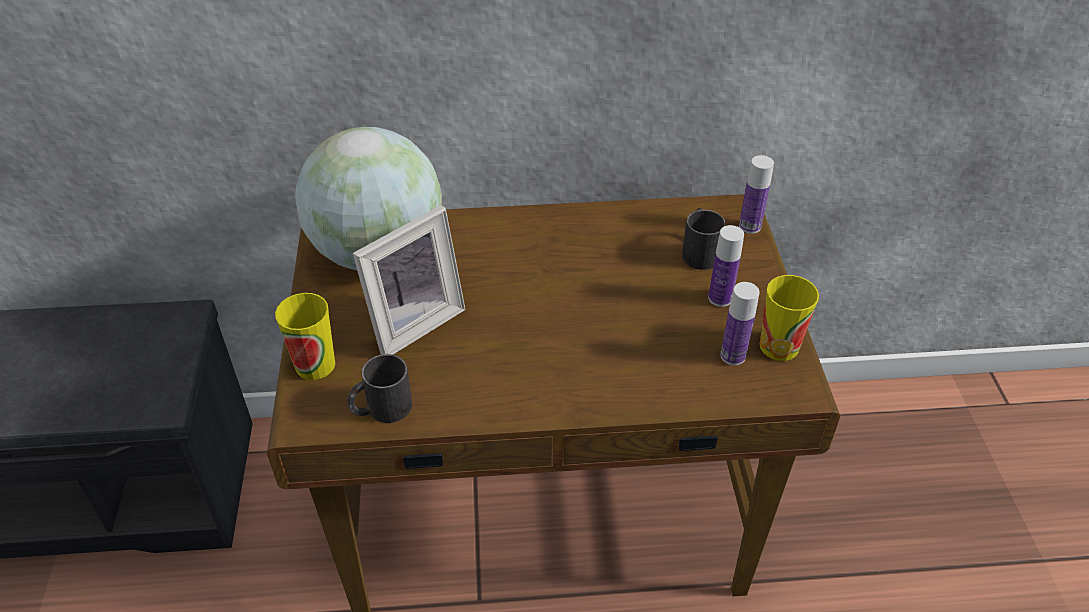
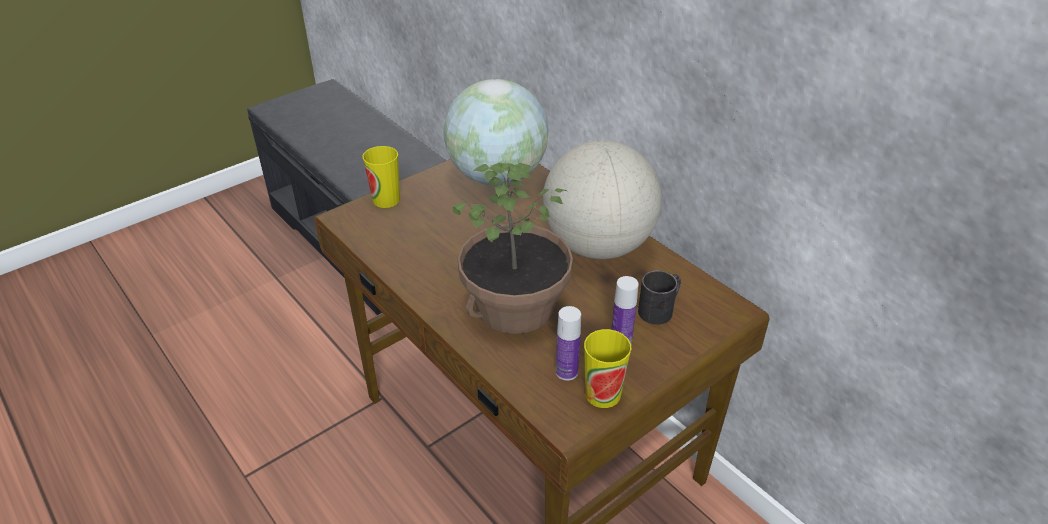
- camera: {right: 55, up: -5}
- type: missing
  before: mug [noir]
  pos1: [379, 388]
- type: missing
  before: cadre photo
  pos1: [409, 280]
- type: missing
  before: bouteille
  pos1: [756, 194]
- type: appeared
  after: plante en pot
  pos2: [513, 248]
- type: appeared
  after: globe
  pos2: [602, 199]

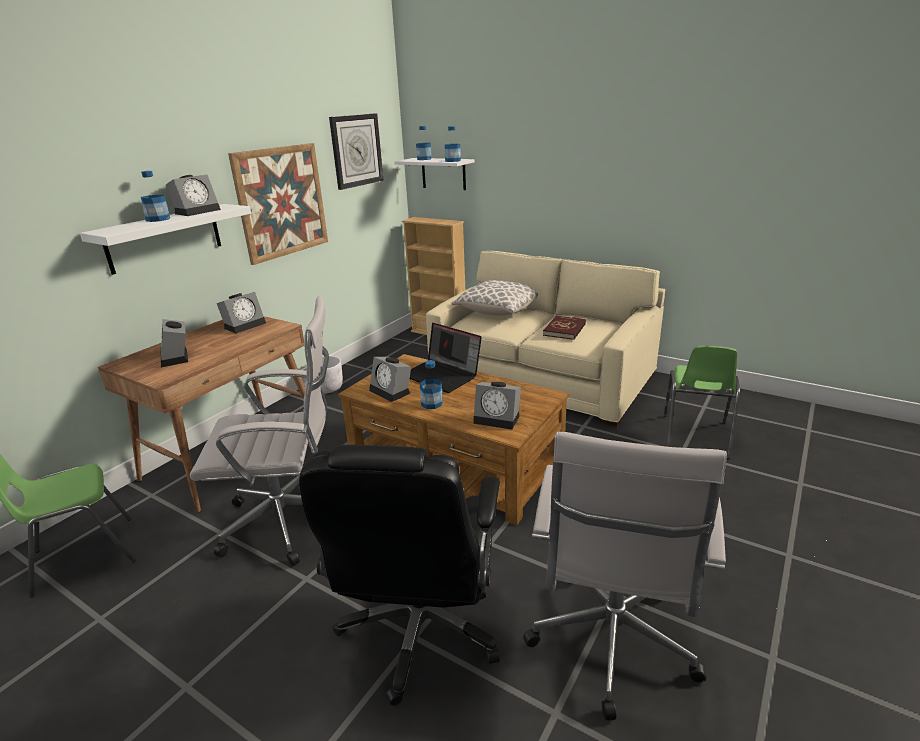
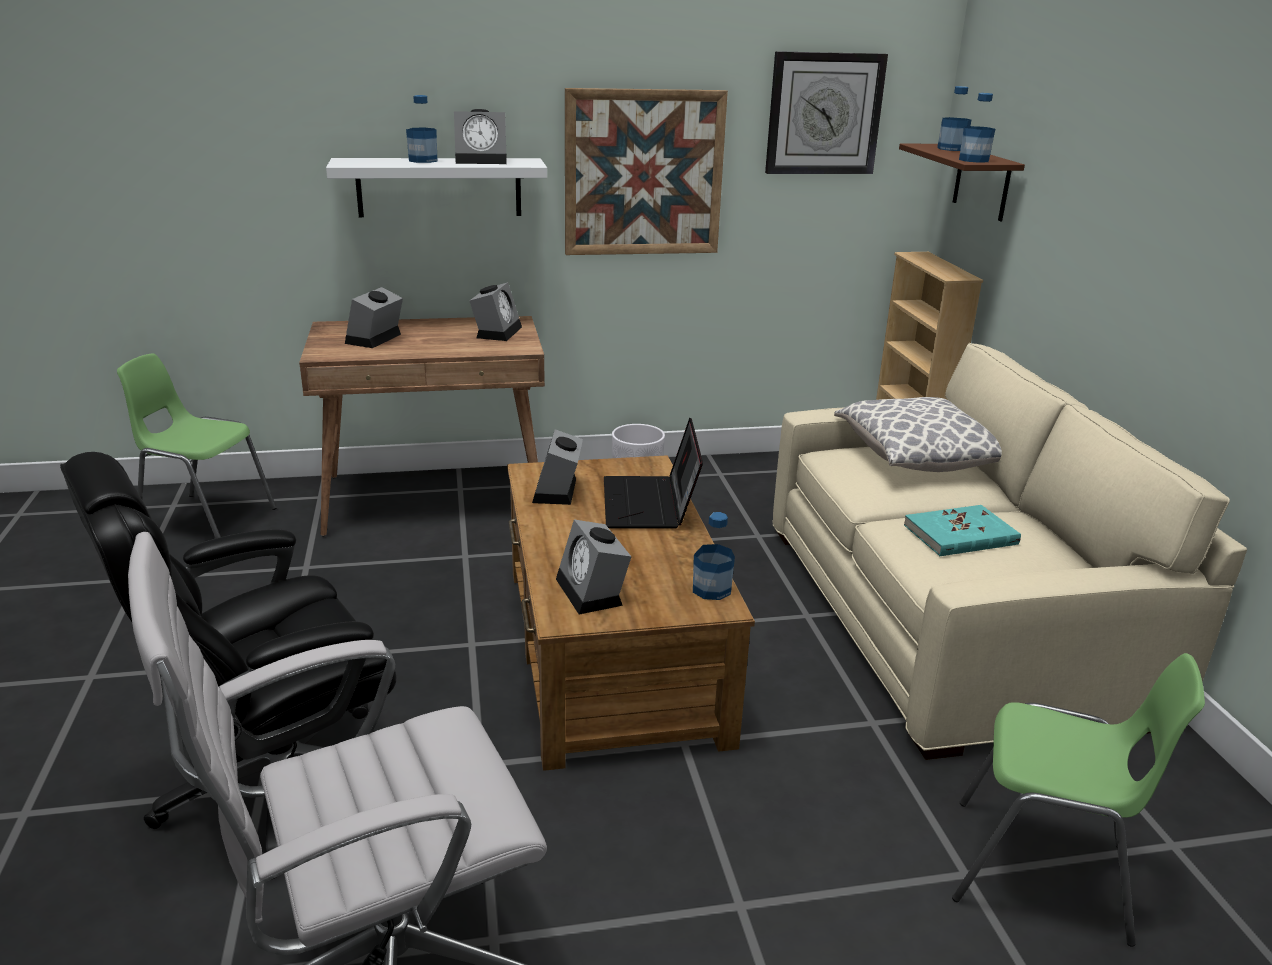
- camera: {right: 45, up: 0}
- type: missing
  before: chaise de bureau [blanc]
  pos1: [259, 431]
- type: spun
  before: réveil
  pos1: [241, 313]
  pos2: [495, 311]
  turn: -75
- type: colour
  before: étagère [blanc]
  after: étagère [marron]
  pos1: [434, 174]
  pos2: [962, 182]
- type: relocated
  before: bouteille
  pos1: [431, 384]
  pos2: [714, 556]
- type: colour
  before: livre [rouge]
  after: livre [turquoise]
  pos1: [564, 328]
  pos2: [962, 530]
- type: spun
  before: chaise [vert]
  pos1: [701, 402]
  pos2: [1078, 800]
  turn: -135

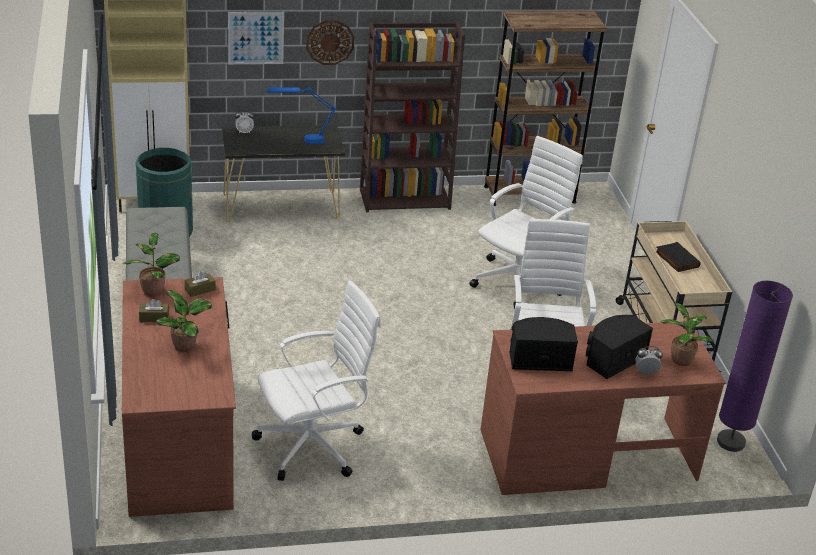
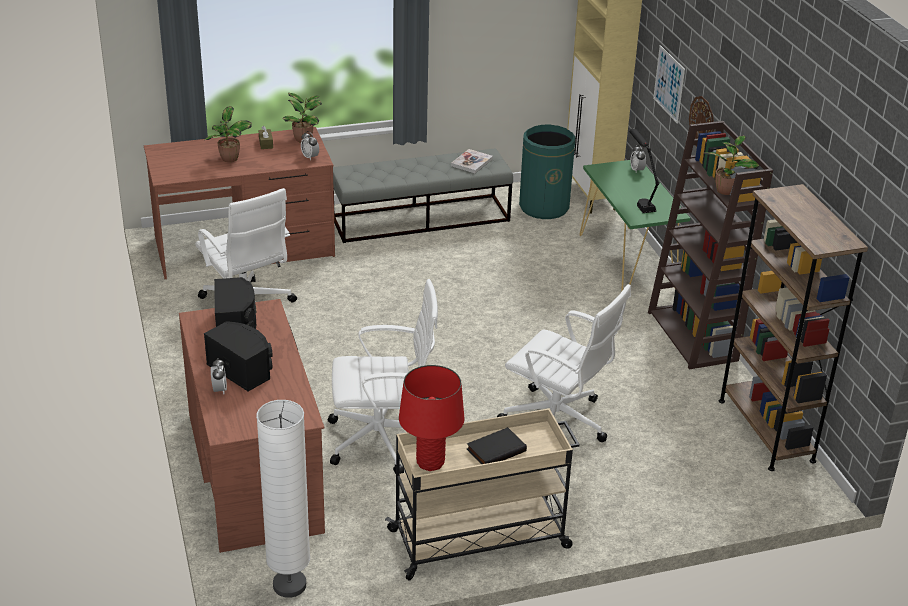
- camera: {right: 85, up: 0}
- type: exchanged
  before: boîte à mouchoirs [marron]
  after: réveil
  pos1: [200, 284]
  pos2: [310, 145]
- type: colour
  before: table console [noir]
  after: table console [vert]
  pos1: [283, 173]
  pos2: [635, 226]
- type: colour
  before: lampe de table [bleu]
  after: lampe de table [noir]
  pos1: [301, 115]
  pos2: [644, 171]
- type: relocated
  before: plante en pot
  pos1: [687, 334]
  pos2: [731, 165]
- type: colour
  before: lampadaire [violet]
  after: lampadaire [blanc]
  pos1: [755, 366]
  pos2: [283, 499]
- type: appeared
  after: lampe de table [rouge]
  pos2: [432, 418]
- type: appeared
  after: livre
  pos2: [472, 161]

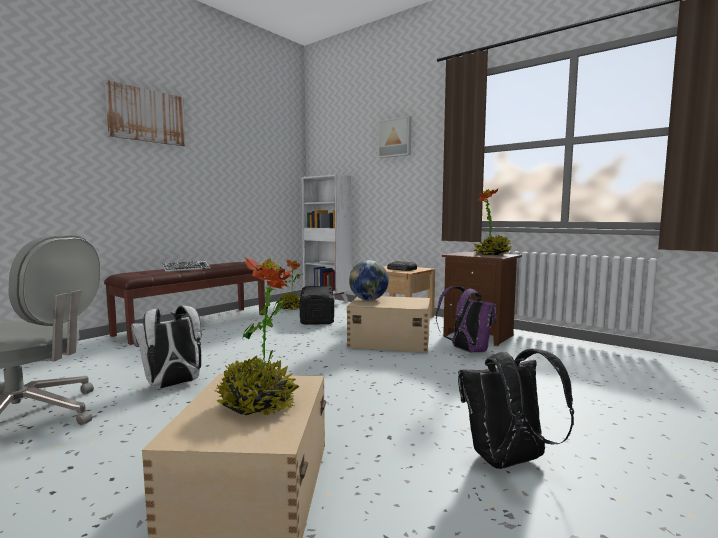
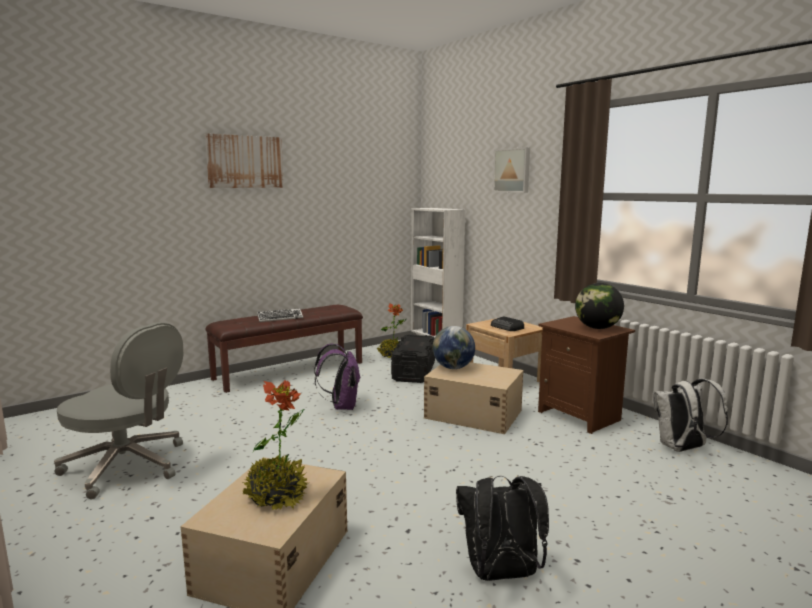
- camera: {right: 15, up: 5}
- type: relocated
  before: sac à dos [blanc]
  pos1: [166, 347]
  pos2: [690, 415]
- type: relocated
  before: sac à dos [violet]
  pos1: [466, 319]
  pos2: [337, 376]
- type: exchanged
  before: plante en pot
  after: globe
  pos1: [492, 221]
  pos2: [599, 306]

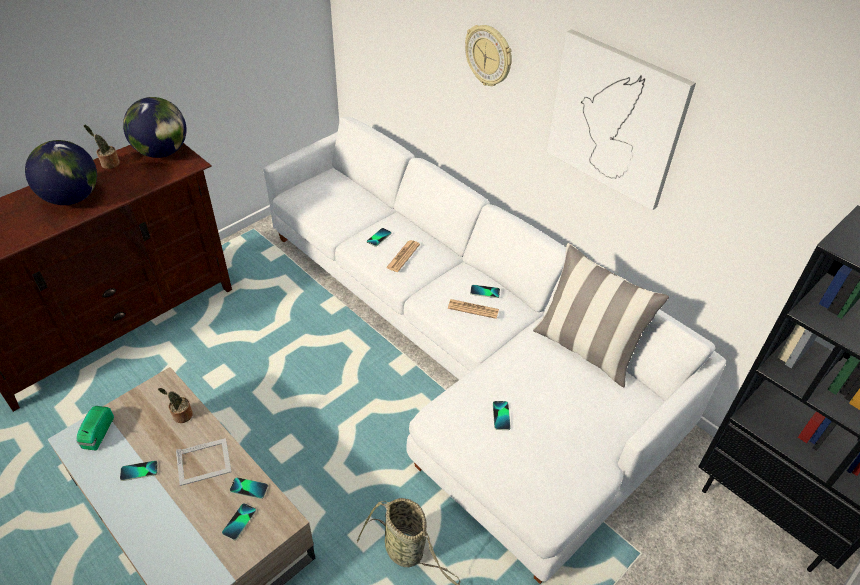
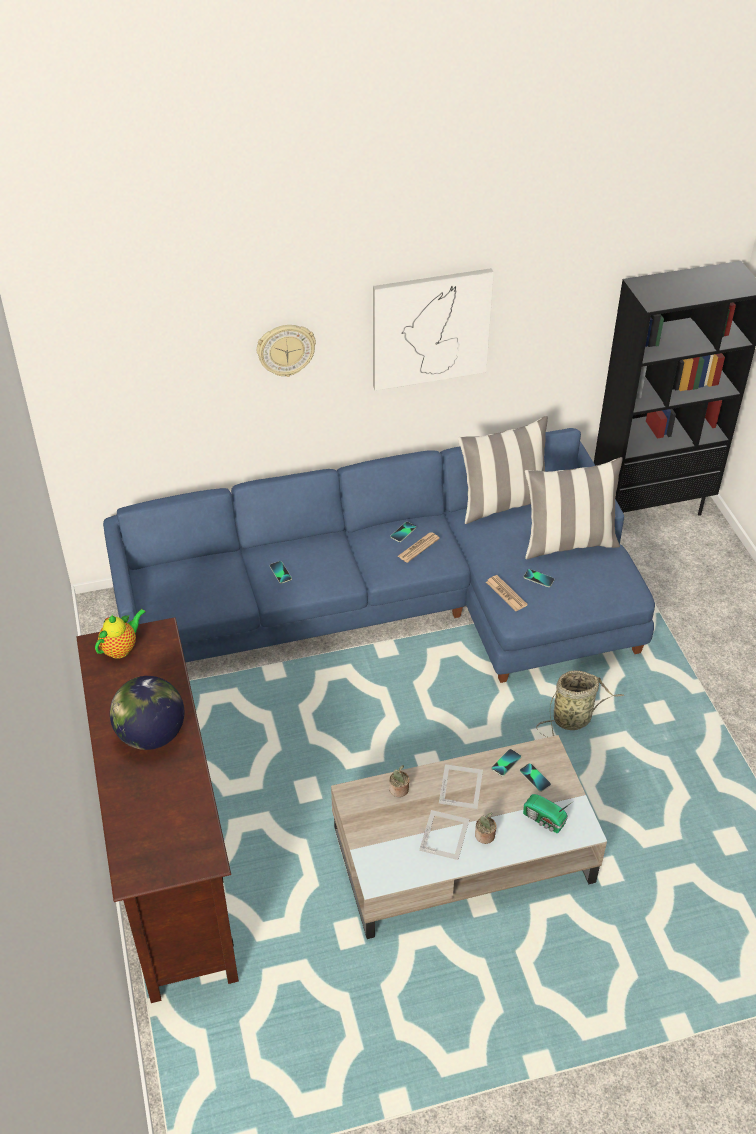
- camera: {right: -60, up: 0}
- type: relocated
  before: radio
  pos1: [95, 428]
  pos2: [547, 813]
- type: relocated
  before: plante en pot
  pos1: [102, 147]
  pos2: [486, 828]
- type: exchanged
  before: téléphone
  after: cadre photo
  pos1: [139, 470]
  pos2: [444, 835]
- type: exchanged
  before: globe
  after: théière
  pos1: [155, 127]
  pos2: [120, 634]
- type: colour
  before: canapé [blanc]
  after: canapé [bleu]
  pos1: [494, 350]
  pos2: [379, 555]
- type: relocated
  before: journal
  pos1: [403, 256]
  pos2: [507, 593]
- type: appeared
  after: coussin
  pos2: [574, 508]

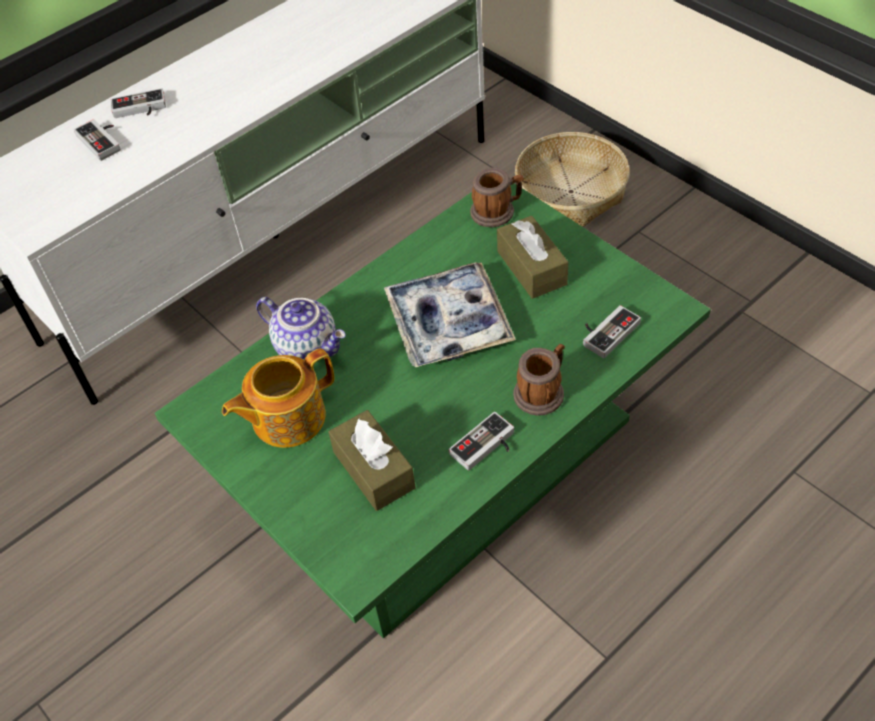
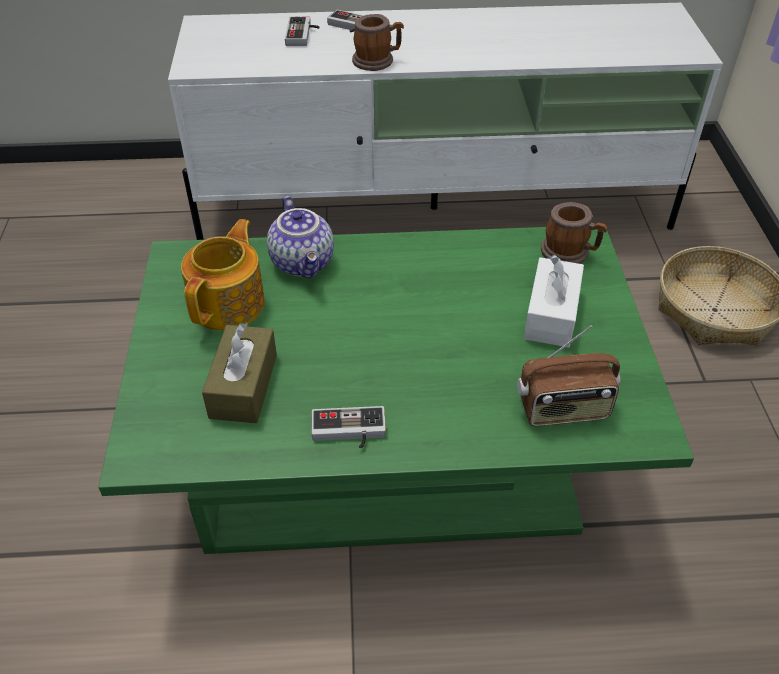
- camera: {right: 35, up: -5}
- type: spun
  before: théière
  pos1: [278, 398]
  pos2: [223, 274]
  turn: 105
- type: missing
  before: plateau
  pos1: [450, 314]
- type: colour
  before: boîte à mouchoirs [marron]
  after: boîte à mouchoirs [blanc]
  pos1: [532, 257]
  pos2: [553, 301]
- type: relocated
  before: mug
  pos1: [539, 380]
  pos2: [378, 42]
- type: exchanged
  before: manette
  after: radio
  pos1: [612, 331]
  pos2: [568, 375]

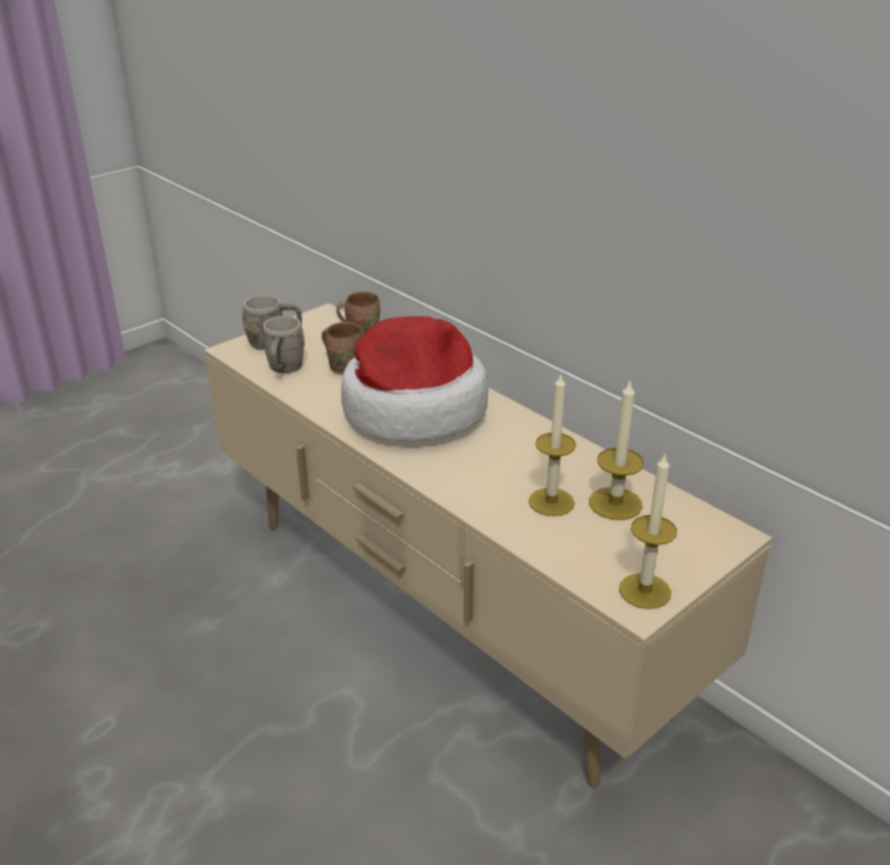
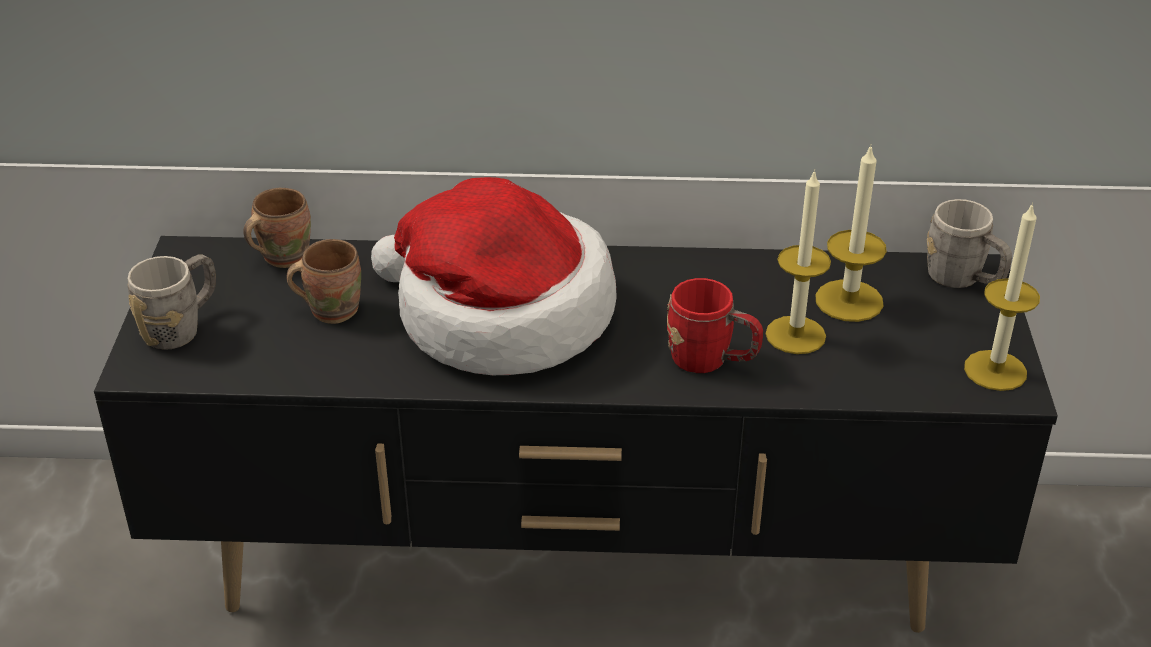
- camera: {right: -45, up: 5}
- type: colour
  before: meuble télé [beige]
  after: meuble télé [noir]
  pos1: [488, 545]
  pos2: [576, 434]
- type: relocated
  before: mug [gris]
  pos1: [284, 344]
  pos2: [969, 243]
- type: appeared
  after: mug [rouge]
  pos2: [715, 325]

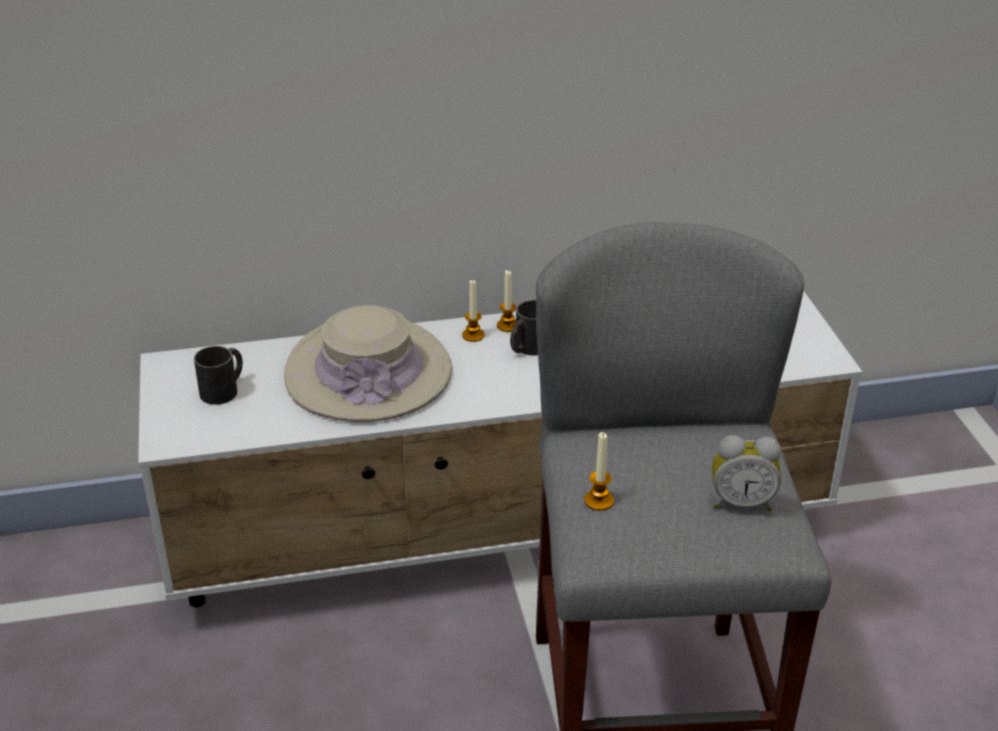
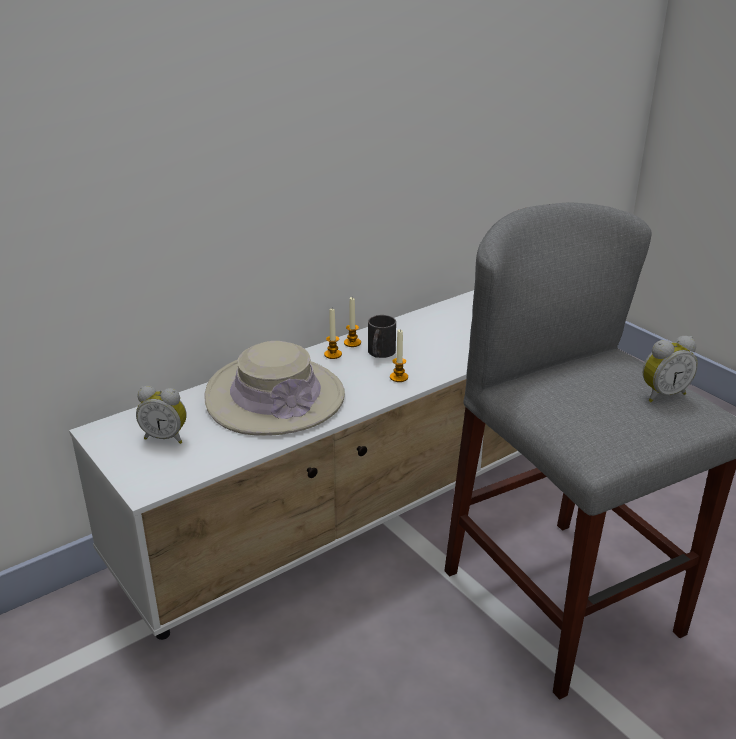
- camera: {right: -25, up: -5}
- type: exchanged
  before: mug [noir]
  after: réveil
  pos1: [218, 375]
  pos2: [161, 415]
- type: relocated
  before: bougie
  pos1: [599, 471]
  pos2: [399, 355]

